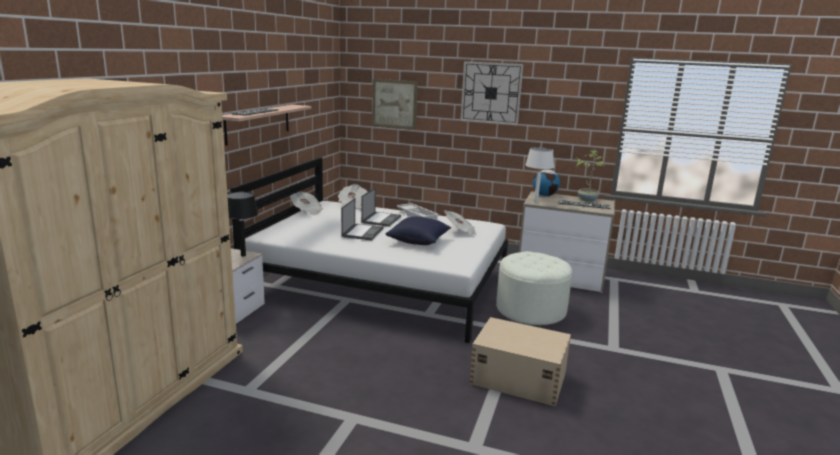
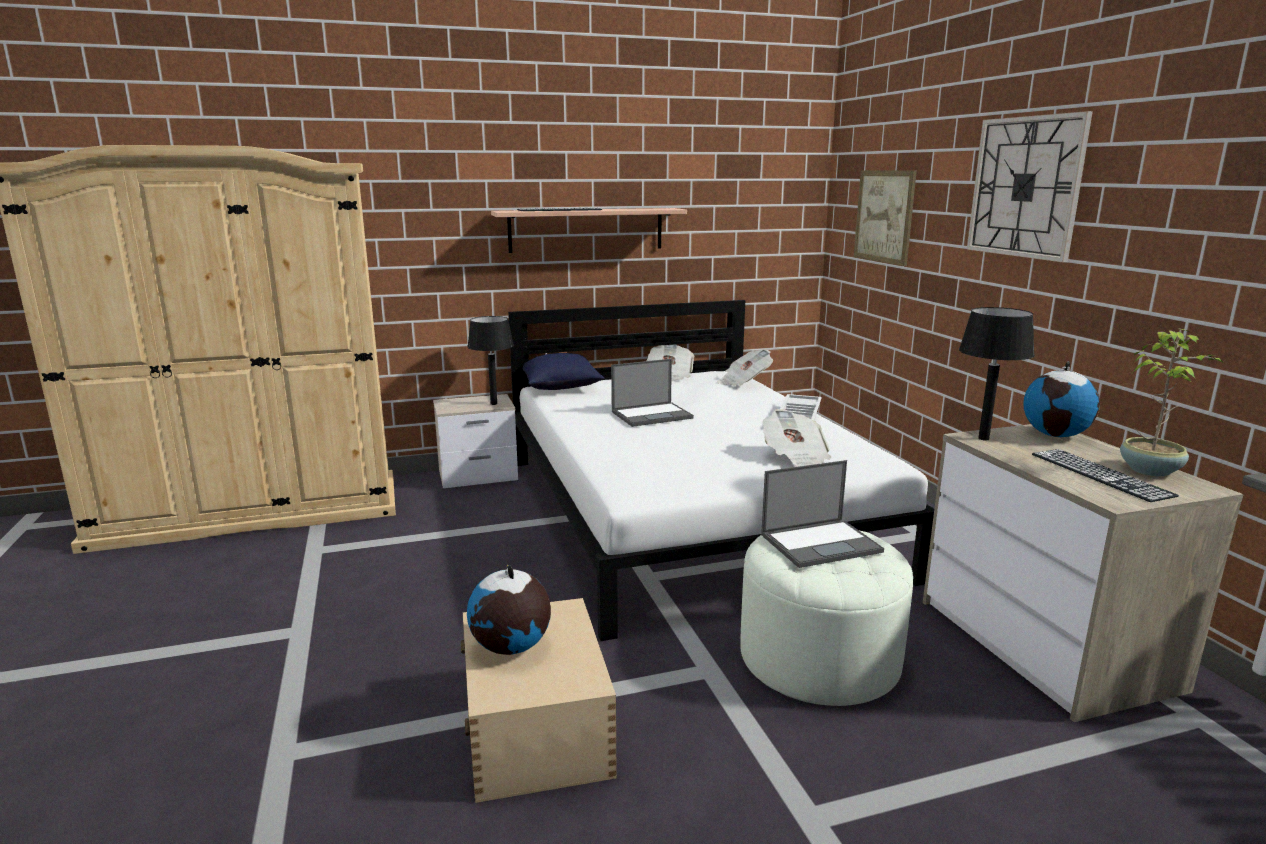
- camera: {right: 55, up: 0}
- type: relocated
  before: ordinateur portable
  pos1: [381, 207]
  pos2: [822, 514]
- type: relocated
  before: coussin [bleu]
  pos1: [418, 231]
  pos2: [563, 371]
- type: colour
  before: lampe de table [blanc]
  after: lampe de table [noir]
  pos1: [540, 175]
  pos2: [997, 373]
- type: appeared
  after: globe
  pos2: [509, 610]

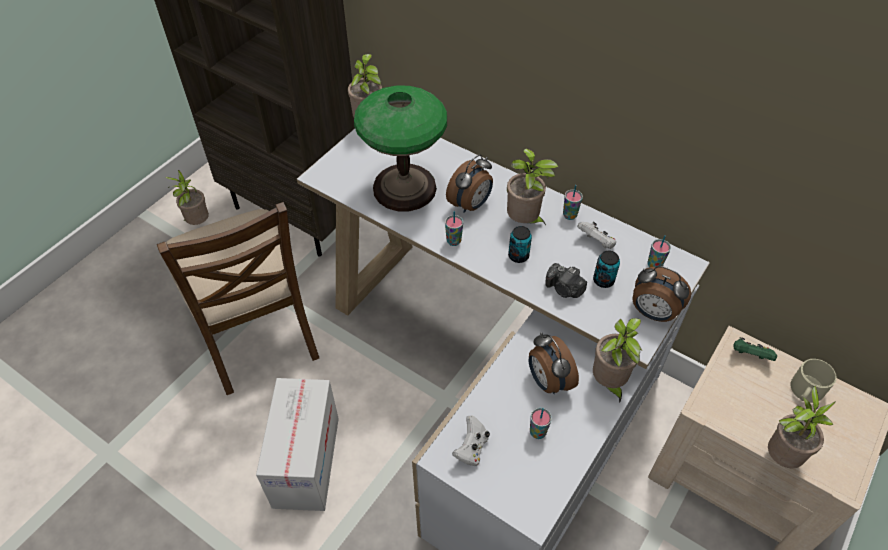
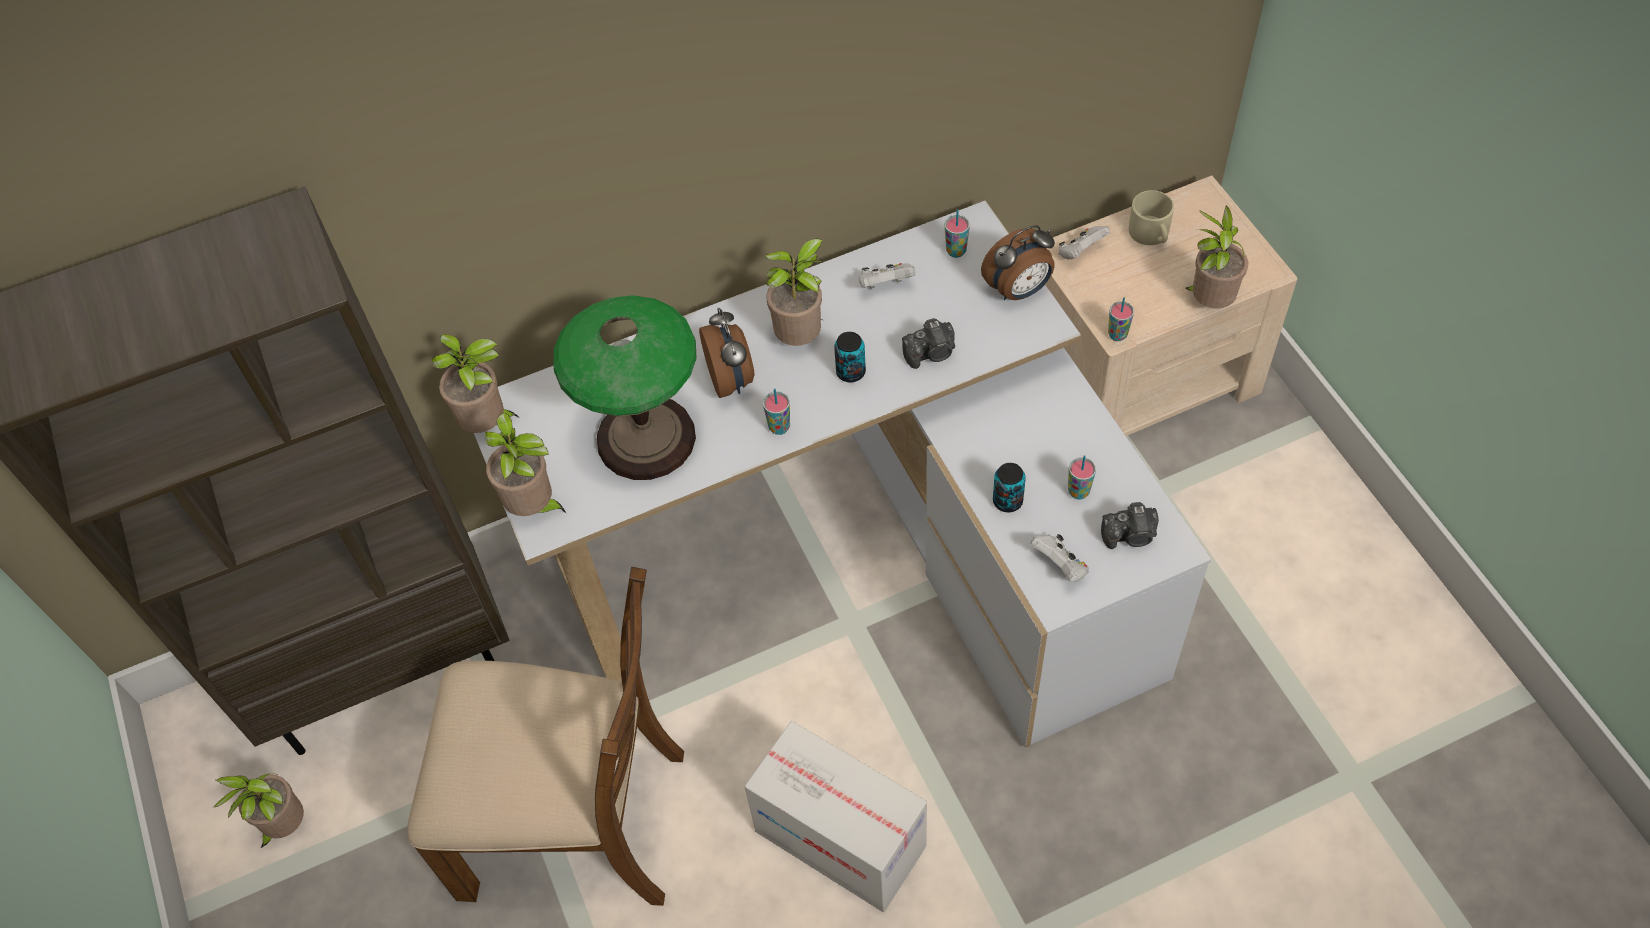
- camera: {right: -55, up: 5}
- type: missing
  before: réveil
  pos1: [554, 363]
- type: relocated
  before: tasse
  pos1: [573, 202]
  pos2: [1121, 319]
- type: relocated
  before: boîte métallique
  pos1: [606, 269]
  pos2: [1009, 487]
- type: relocated
  before: plante en pot
  pos1: [617, 360]
  pos2: [526, 464]
- type: colour
  before: manette [vert]
  after: manette [blanc]
  pos1: [755, 349]
  pos2: [1084, 243]
- type: appeared
  after: appareil photo
  pos2: [1130, 525]

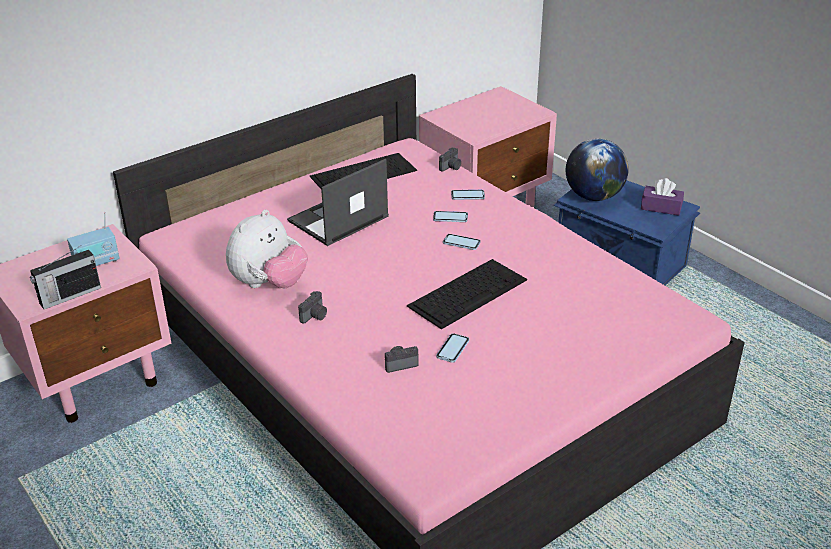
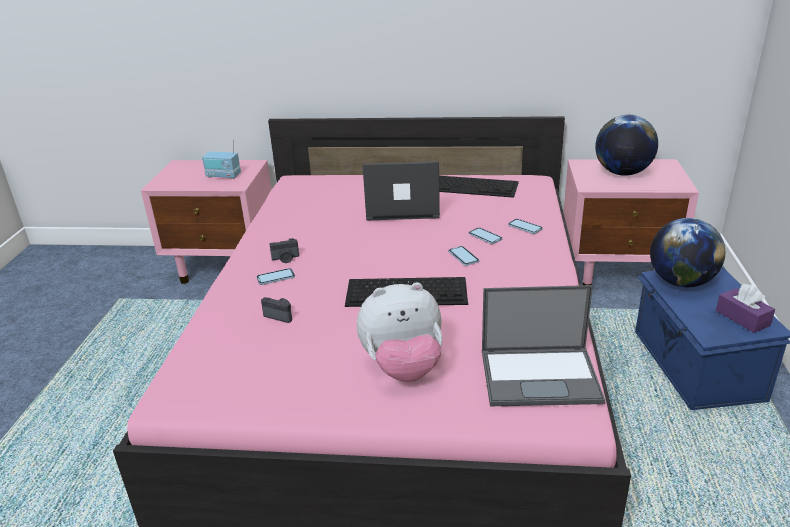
- camera: {right: 45, up: -5}
- type: missing
  before: radio
  pos1: [65, 277]
- type: relocated
  before: peluche
  pos1: [267, 249]
  pos2: [400, 332]
- type: relocated
  before: téléphone
  pos1: [452, 348]
  pos2: [275, 276]
- type: missing
  before: appareil photo
  pos1: [450, 160]
- type: appeared
  after: ordinateur portable
  pos2: [543, 345]
- type: appeared
  after: globe
  pos2: [626, 145]

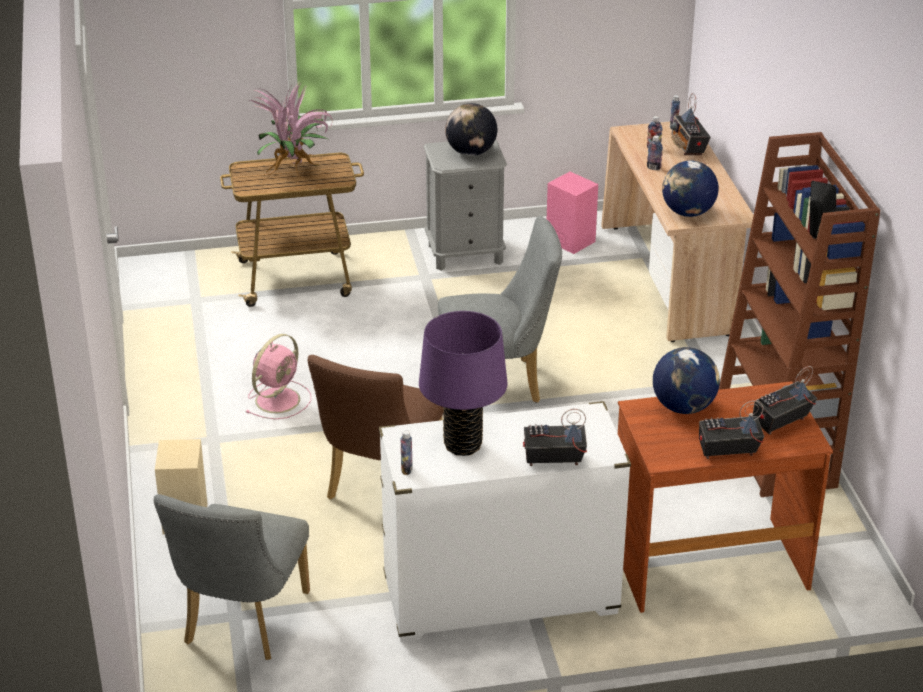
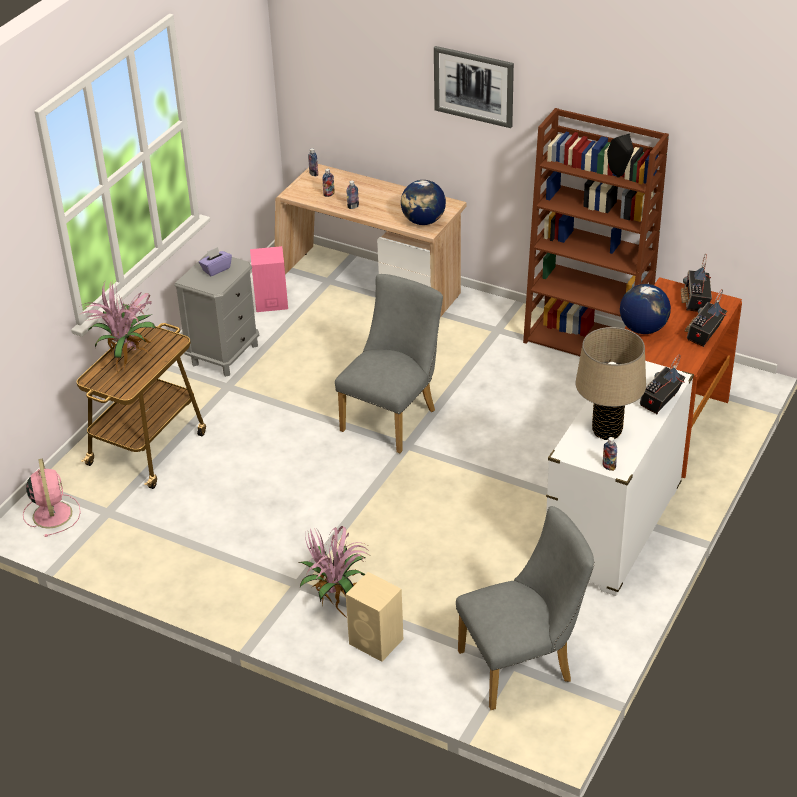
- camera: {right: -50, up: 5}
- type: spun
  before: chaise [gris]
  pos1: [232, 577]
  pos2: [525, 608]
  turn: -75
- type: relocated
  before: ventilateur [rose]
  pos1: [278, 376]
  pos2: [52, 498]
- type: missing
  before: chaise [marron]
  pos1: [375, 427]
- type: colour
  before: lampe de table [violet]
  after: lampe de table [beige]
  pos1: [463, 383]
  pos2: [610, 383]
- type: exchanged
  before: globe
  after: boîte à mouchoirs [violet]
  pos1: [471, 129]
  pos2: [215, 261]
- type: missing
  before: radio
  pos1: [691, 124]
- type: appeared
  after: plante en pot
  pos2: [335, 572]
- type: appeared
  after: tableau
  pos2: [474, 87]

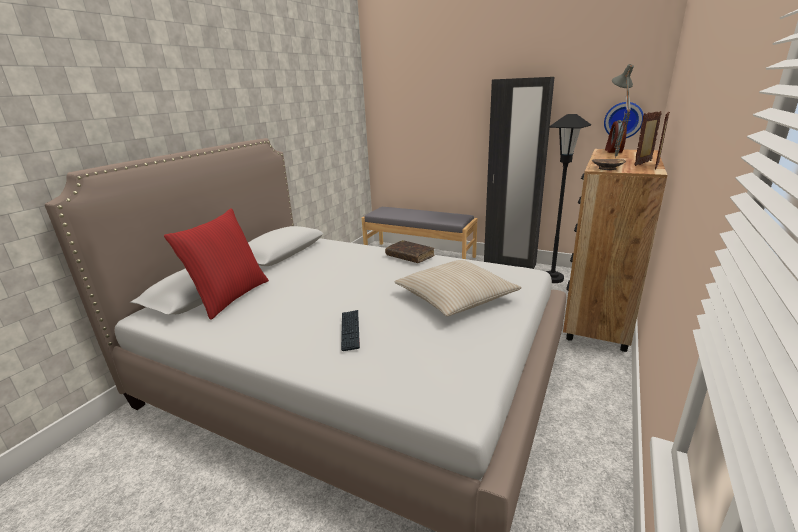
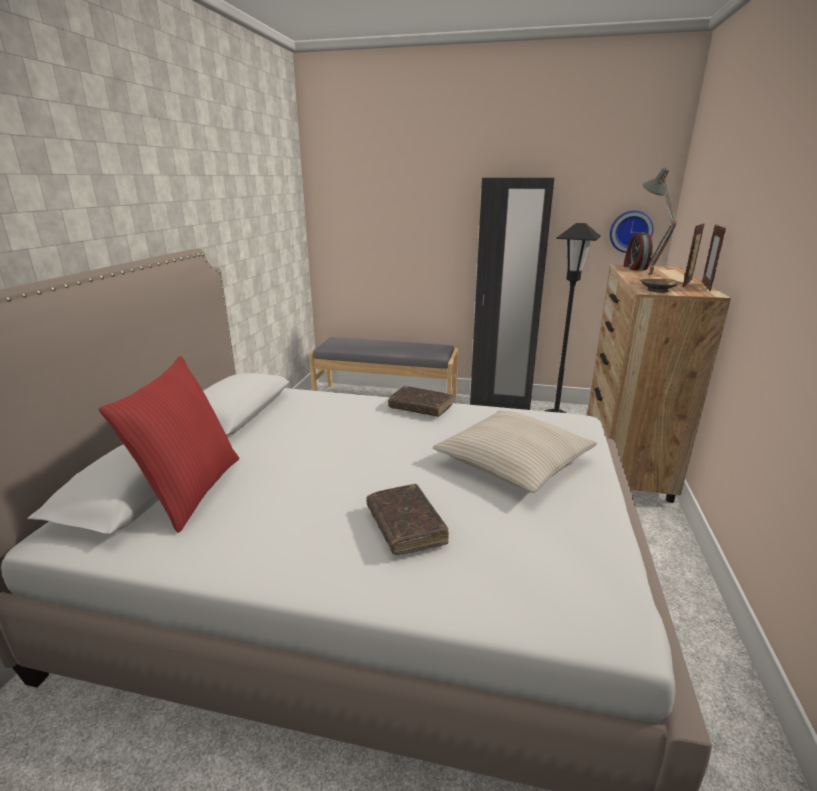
- camera: {right: -15, up: 0}
- type: exchanged
  before: clavier
  after: livre [marron]
  pos1: [350, 330]
  pos2: [407, 519]

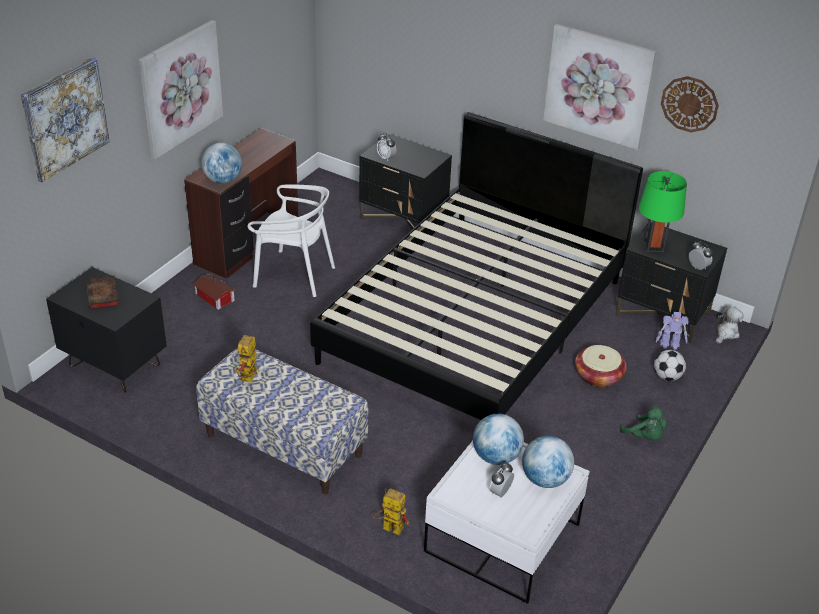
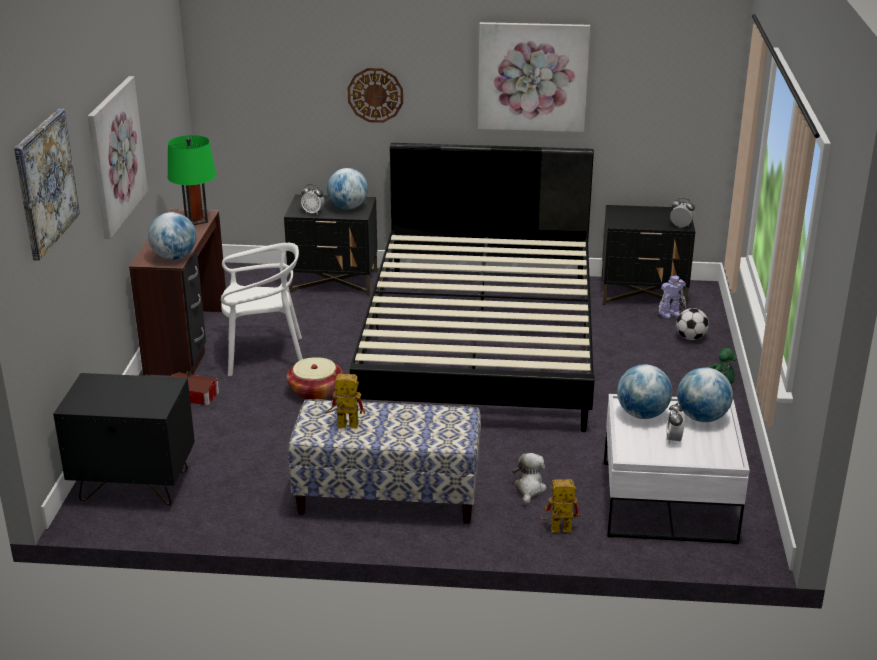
- camera: {right: -25, up: -10}
- type: missing
  before: livre
  pos1: [102, 293]
- type: spun
  before: robot jouet
  pos1: [245, 359]
  pos2: [345, 401]
  turn: 105
- type: relocated
  before: panier
  pos1: [601, 366]
  pos2: [315, 379]
- type: relocated
  before: lampe de table [vert]
  pos1: [663, 211]
  pos2: [192, 180]
- type: relocated
  before: horloge murale
  pos1: [690, 104]
  pos2: [375, 95]
- type: relocated
  before: peluche
  pos1: [730, 325]
  pos2: [529, 479]
- type: appeared
  after: globe
  pos2: [347, 188]

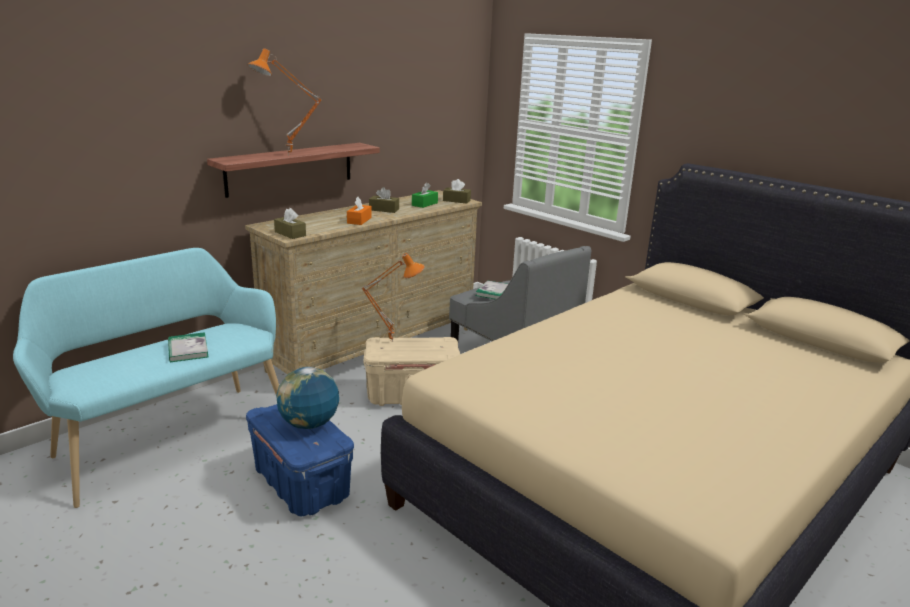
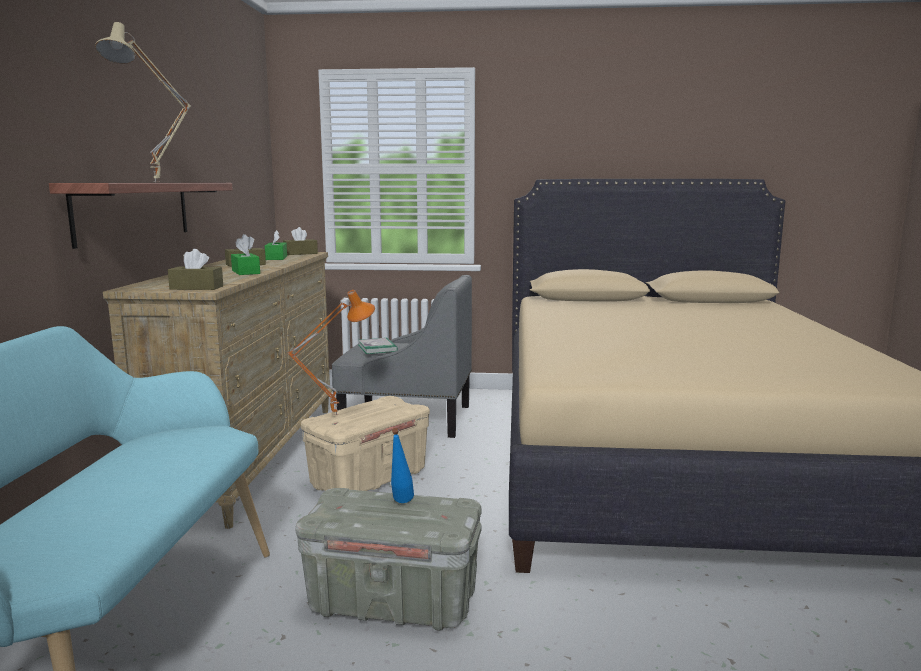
- camera: {right: -40, up: -10}
- type: missing
  before: livre
  pos1: [188, 347]
- type: colour
  before: boîte de rangement [bleu]
  after: boîte de rangement [gris]
  pos1: [300, 460]
  pos2: [388, 559]
- type: colour
  before: lampe de table [orange]
  after: lampe de table [beige]
  pos1: [284, 101]
  pos2: [143, 102]
- type: exchanged
  before: globe
  after: bouteille [bleu]
  pos1: [307, 398]
  pos2: [402, 465]
- type: colour
  before: boîte à mouchoirs [orange]
  after: boîte à mouchoirs [vert]
  pos1: [359, 211]
  pos2: [245, 257]

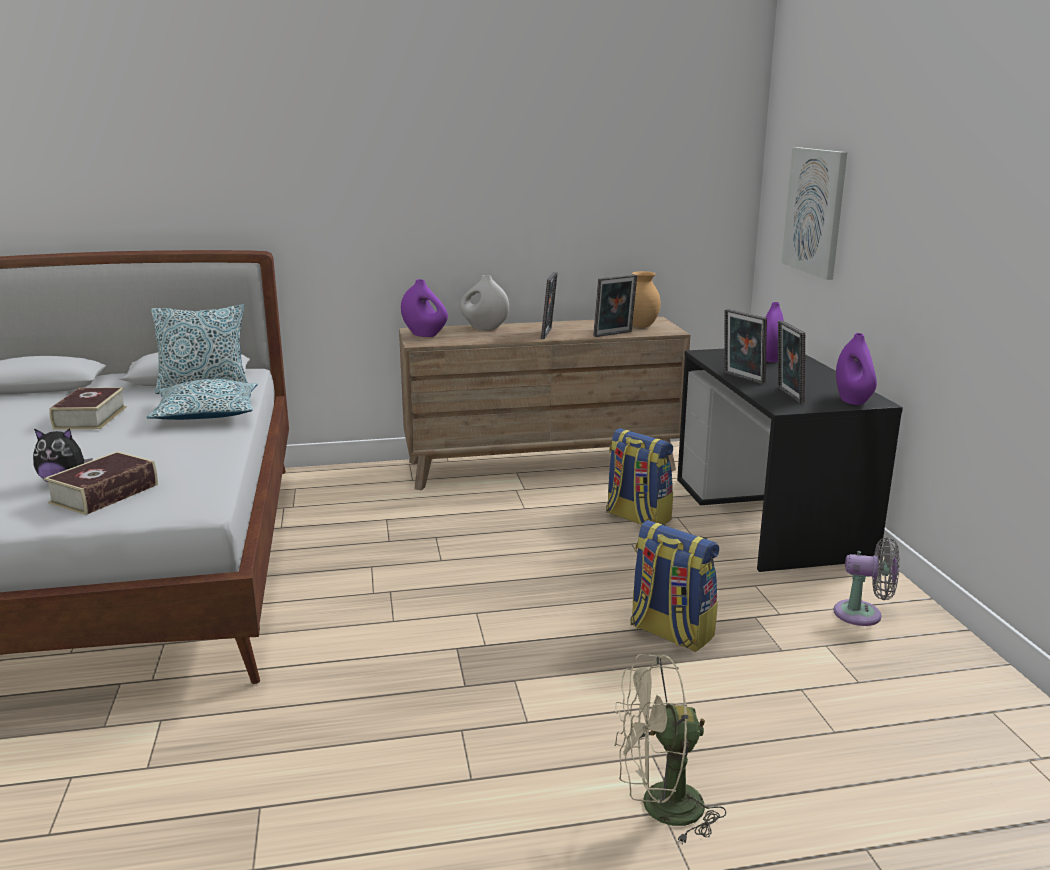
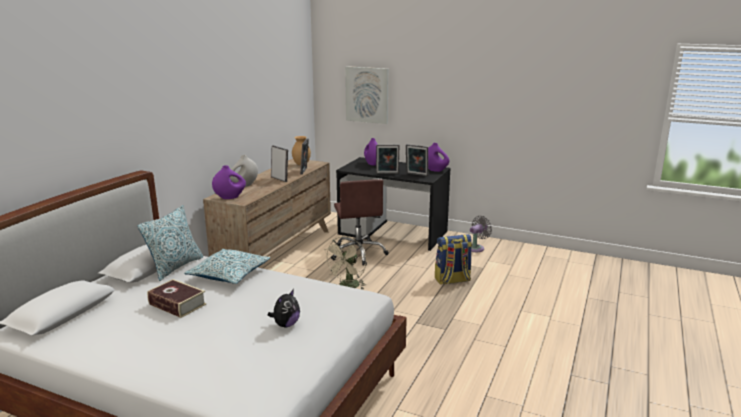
- camera: {right: -55, up: 0}
- type: missing
  before: livre
  pos1: [101, 483]
- type: exchanged
  before: sac à dos
  after: chaise de bureau [marron]
  pos1: [639, 476]
  pos2: [360, 222]
- type: relocated
  before: ventilateur [beige]
  pos1: [670, 749]
  pos2: [344, 262]

